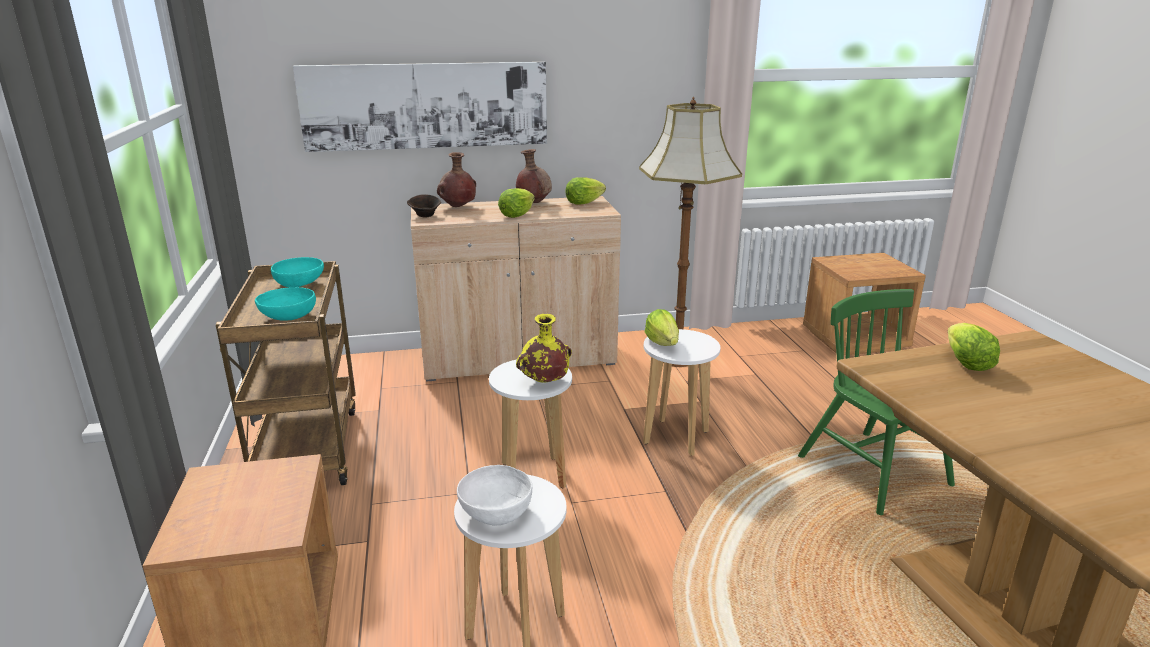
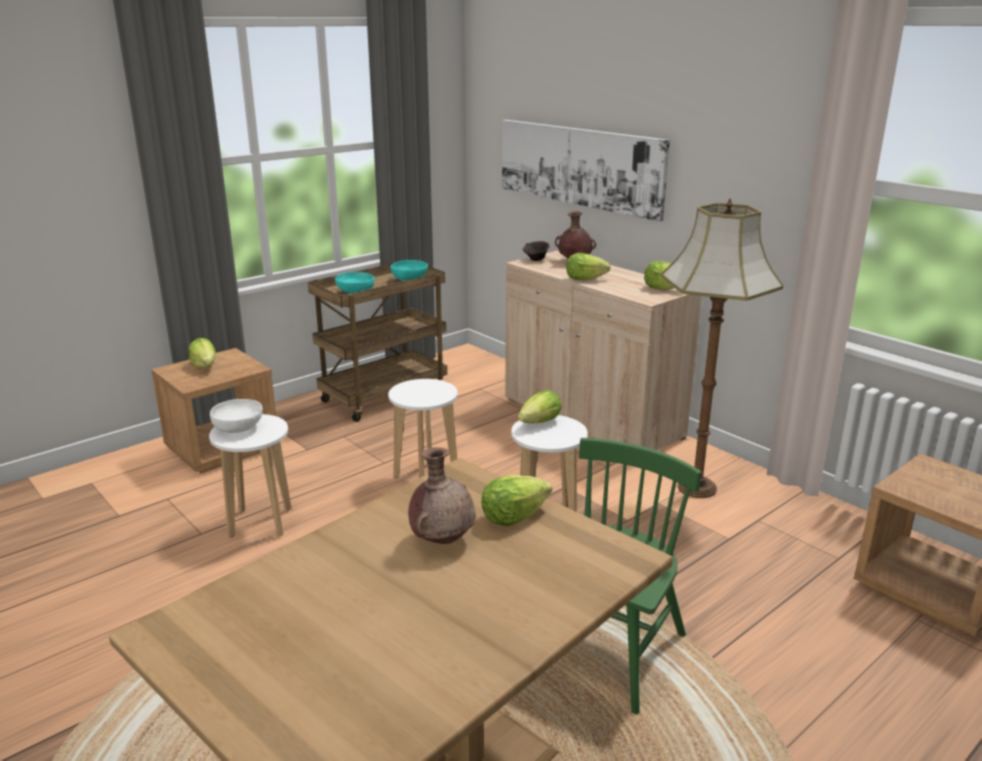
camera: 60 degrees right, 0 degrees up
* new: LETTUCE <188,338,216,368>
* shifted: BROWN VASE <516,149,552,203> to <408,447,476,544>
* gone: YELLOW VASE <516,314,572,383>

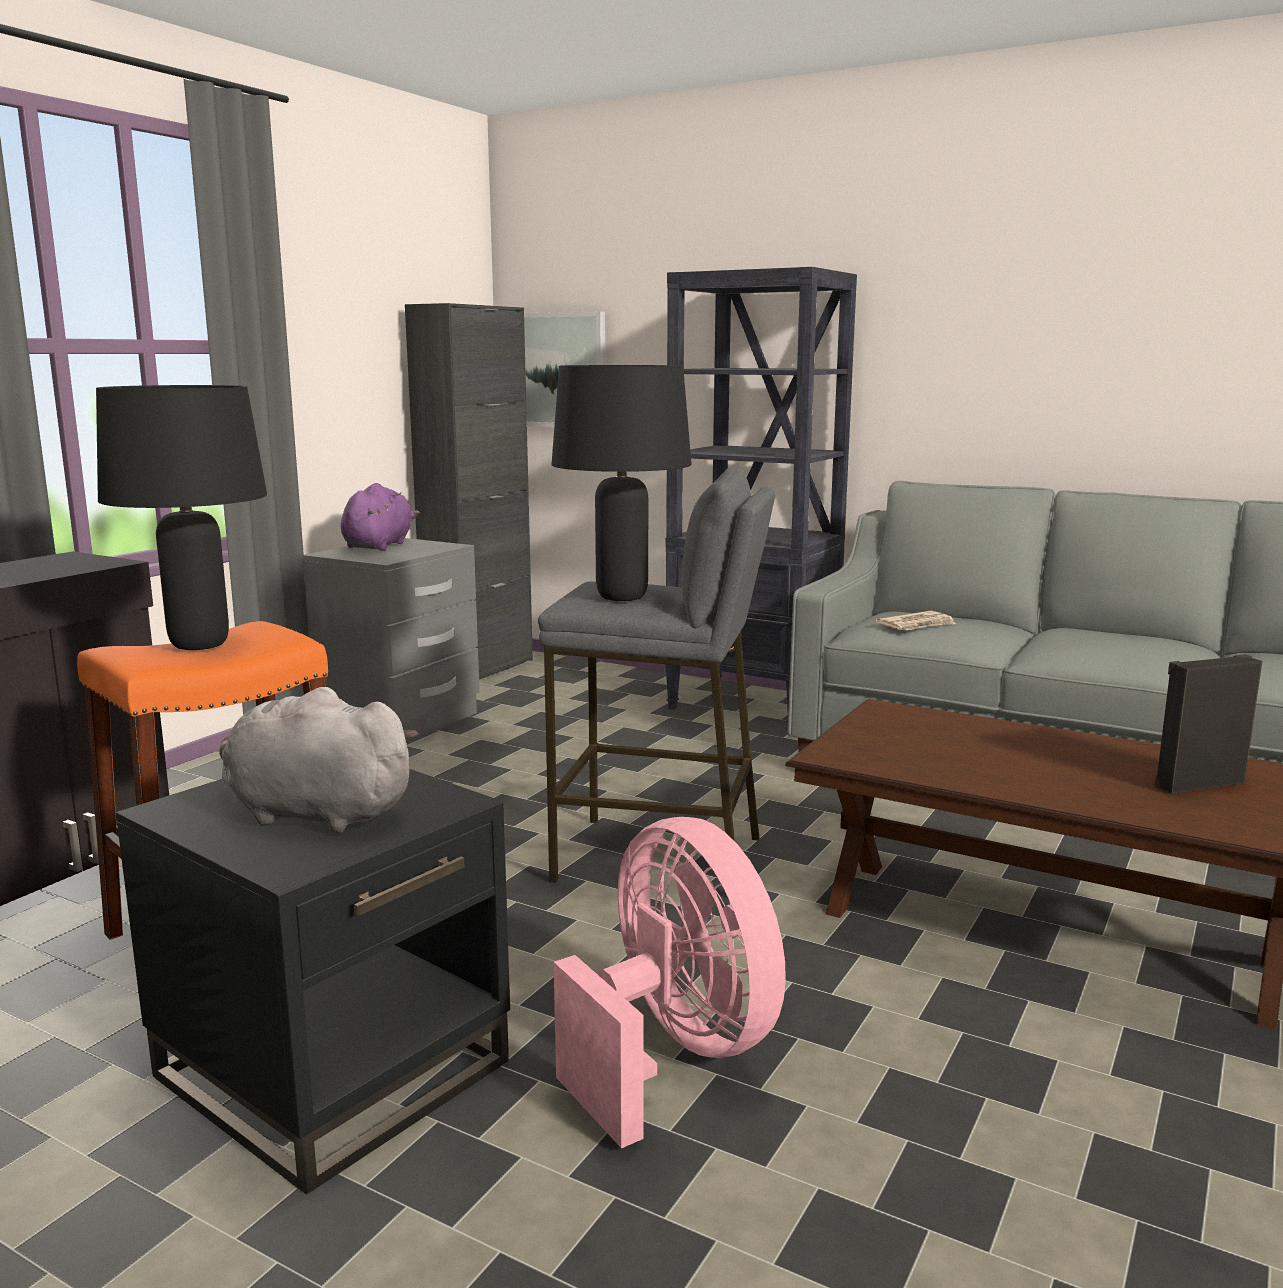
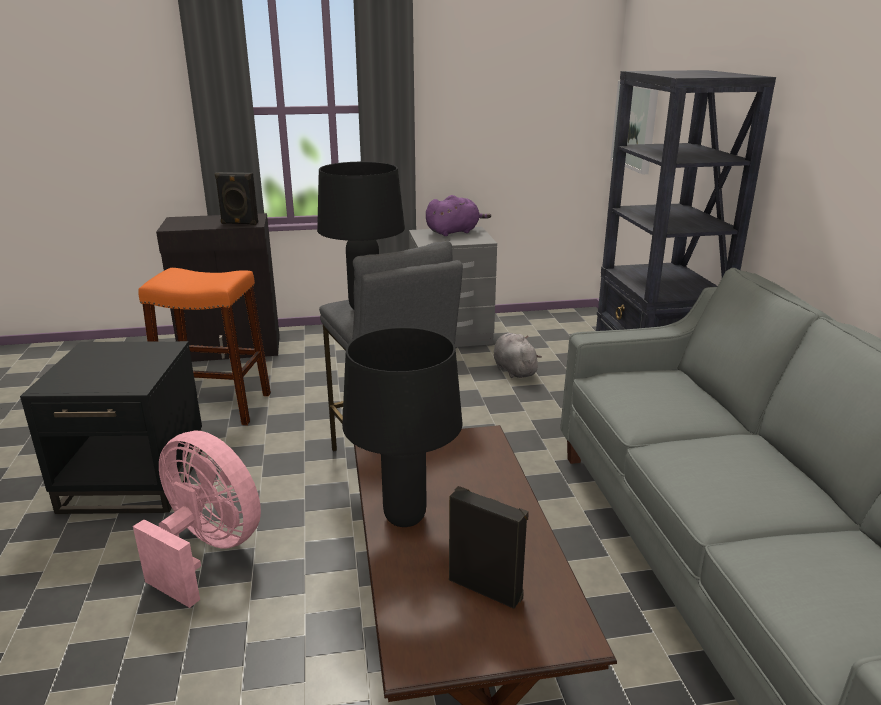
camera: 50 degrees right, 10 degrees up
* rotated: PINK FAN <554,817,786,1148> = <133,430,261,608> 75 degrees counterclockwise
* new: BLACK SPEAKER <215,172,258,225>
* shifted: BLACK TABLE LAMP <96,385,267,650> to <342,327,463,527>
* shifted: GREY PLUSH TOY <219,687,419,833> to <494,333,542,378>
* gone: BLACK CABINET <405,303,533,680>
* gone: NEWSPAPER <876,611,956,630>

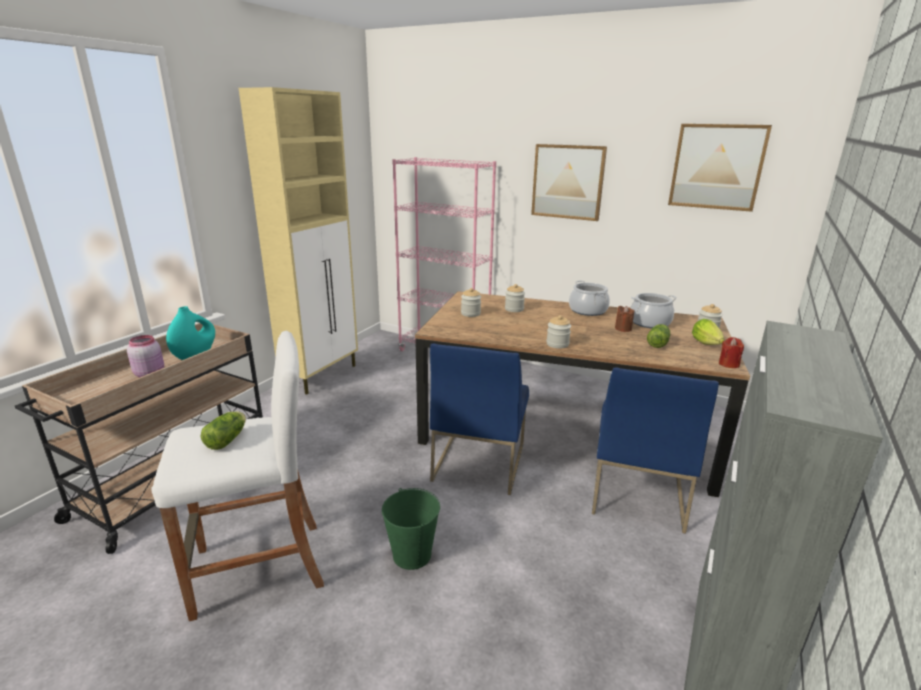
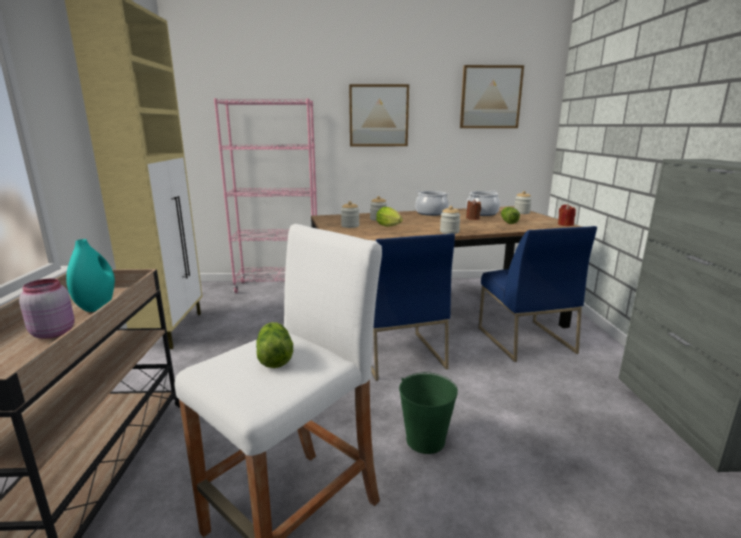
camera: 30 degrees left, 5 degrees down
* shifted: LETTUCE <692,319,725,345> to <376,207,403,227>

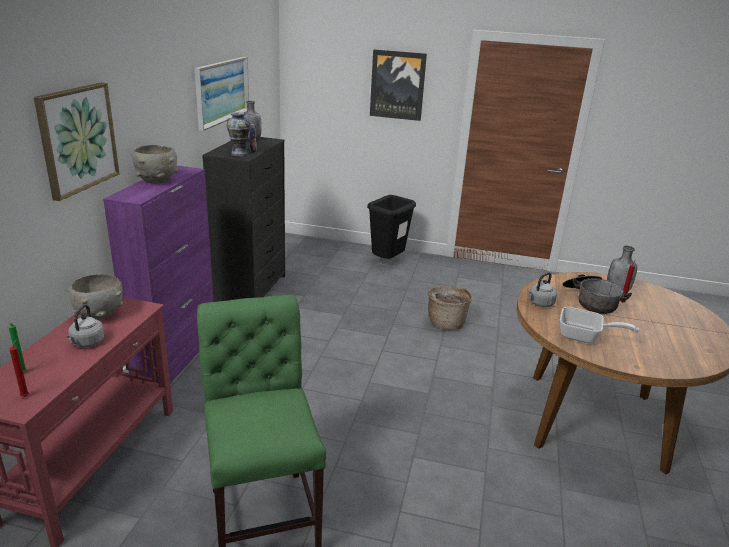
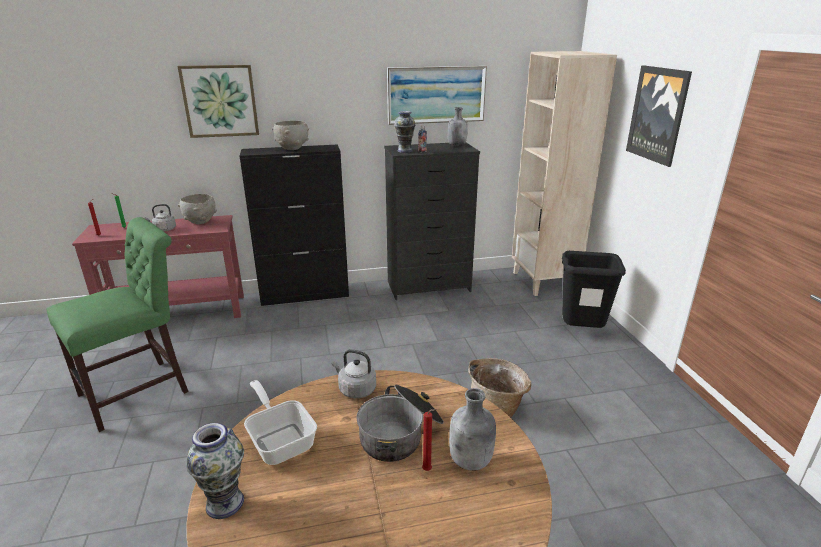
camera: 65 degrees right, 0 degrees up
* new: VASE <186,423,244,519>
* repainted: PURPLE CABINET <103,166,214,383> to BLACK CABINET <240,144,349,306>
* rotated: FRYING PAN <560,307,639,343> = <244,380,317,465> 150 degrees clockwise
* new: BEIGE BOOKCASE <512,51,617,296>

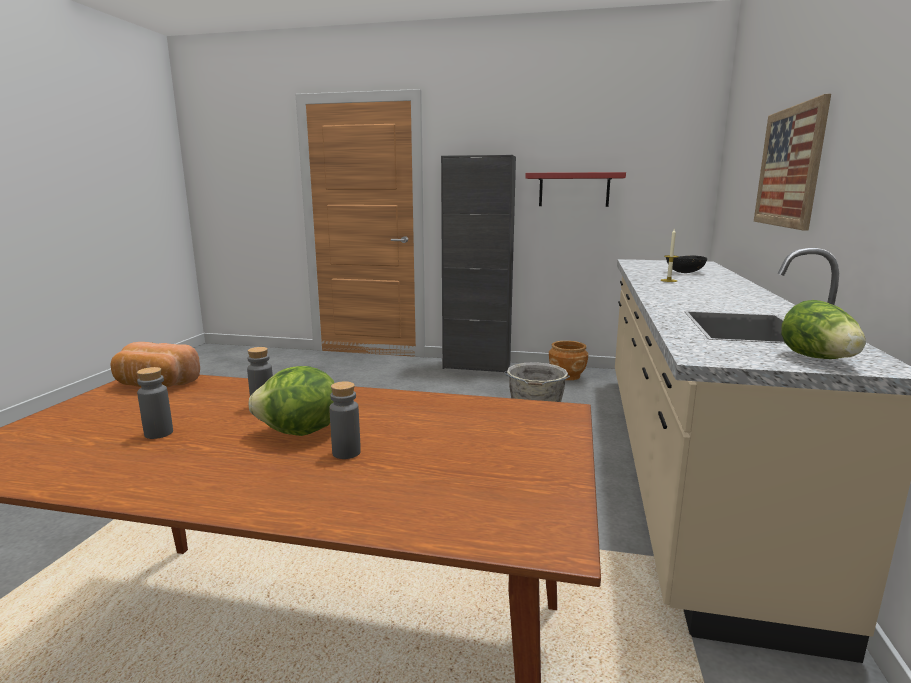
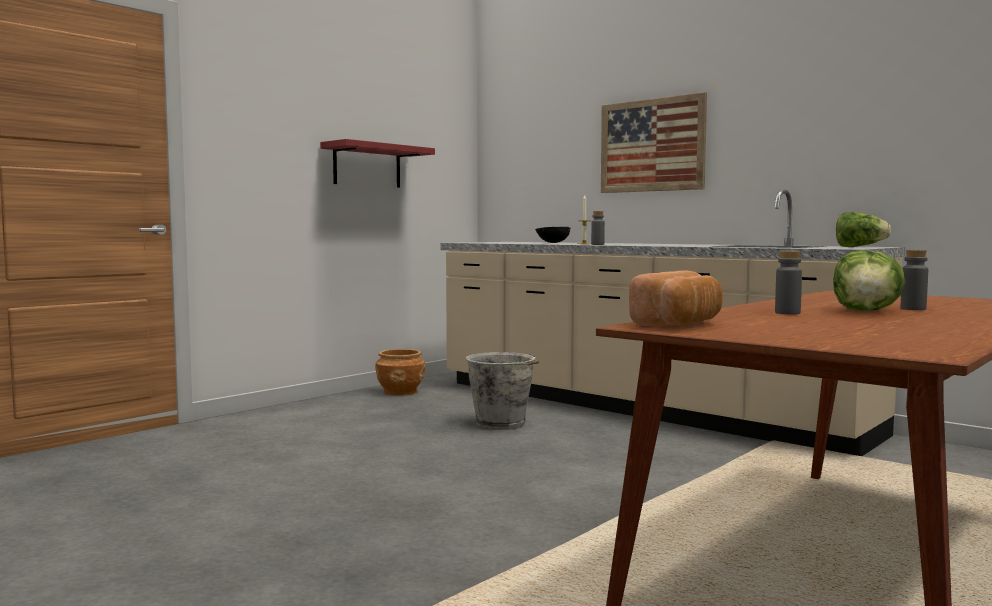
camera: 60 degrees left, 10 degrees down
* shifted: GREY BOTTLE <137,367,173,439> to <591,211,605,245>
* gone: BLACK CABINET <441,155,516,373>

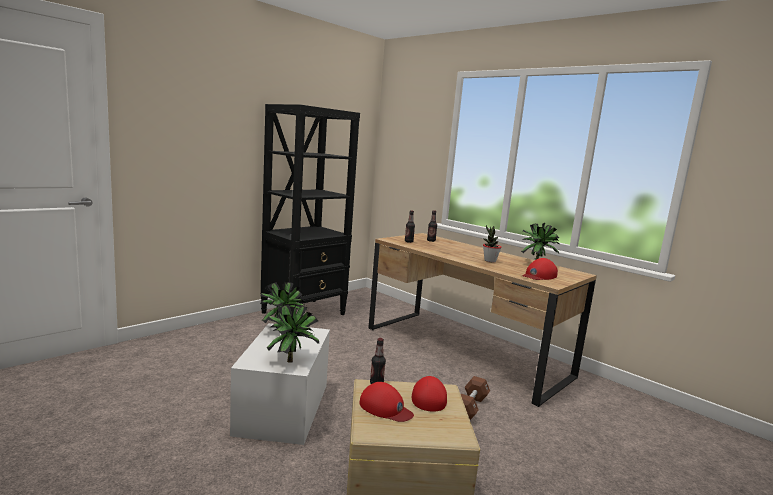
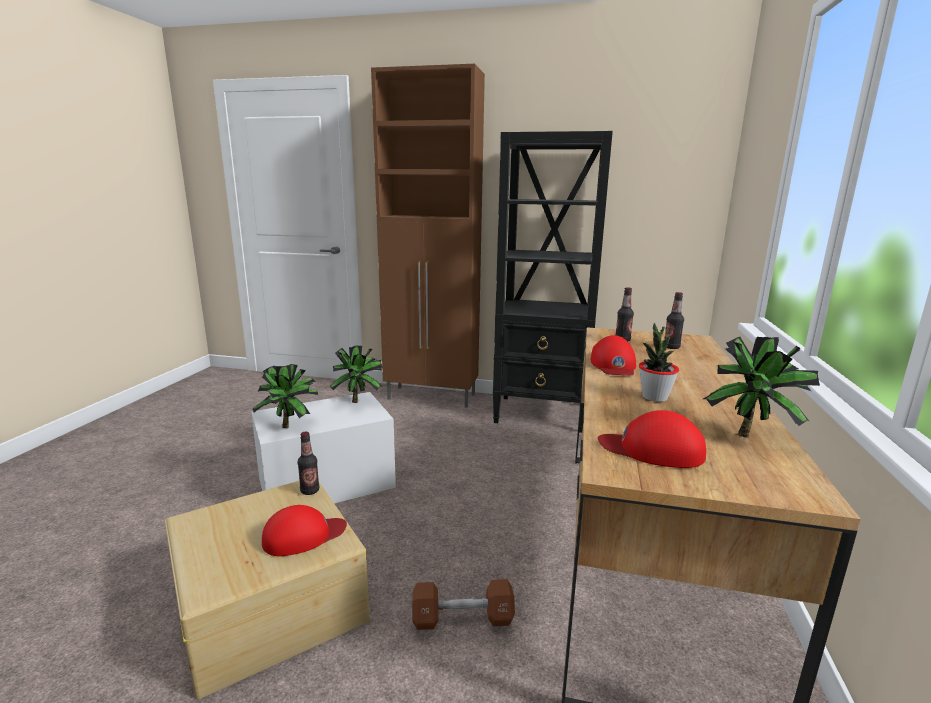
camera: 60 degrees right, 5 degrees up
* new: BROWN CABINET <371,64,485,408>
* shifted: RED CAP <359,382,414,422> to <591,335,636,375>

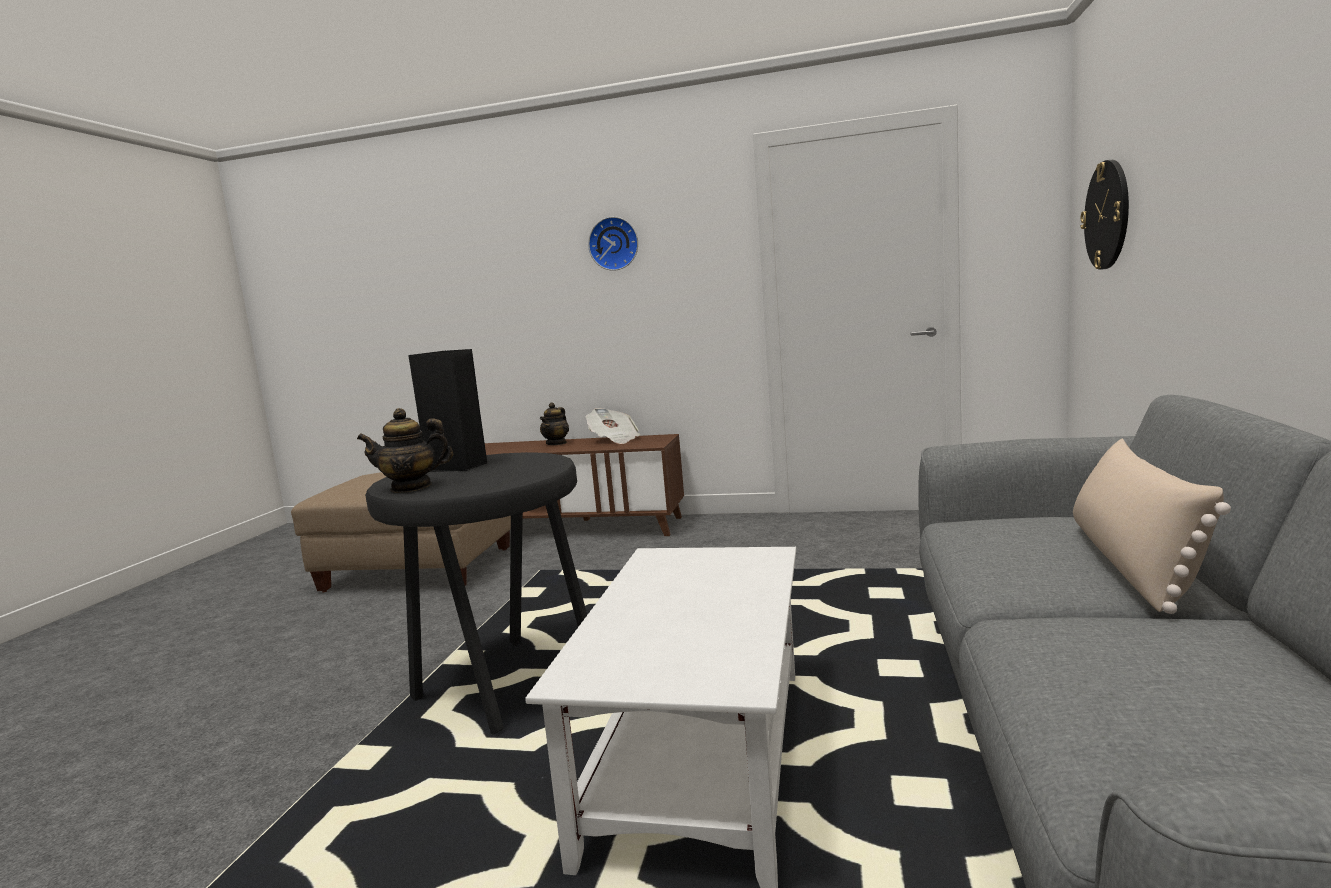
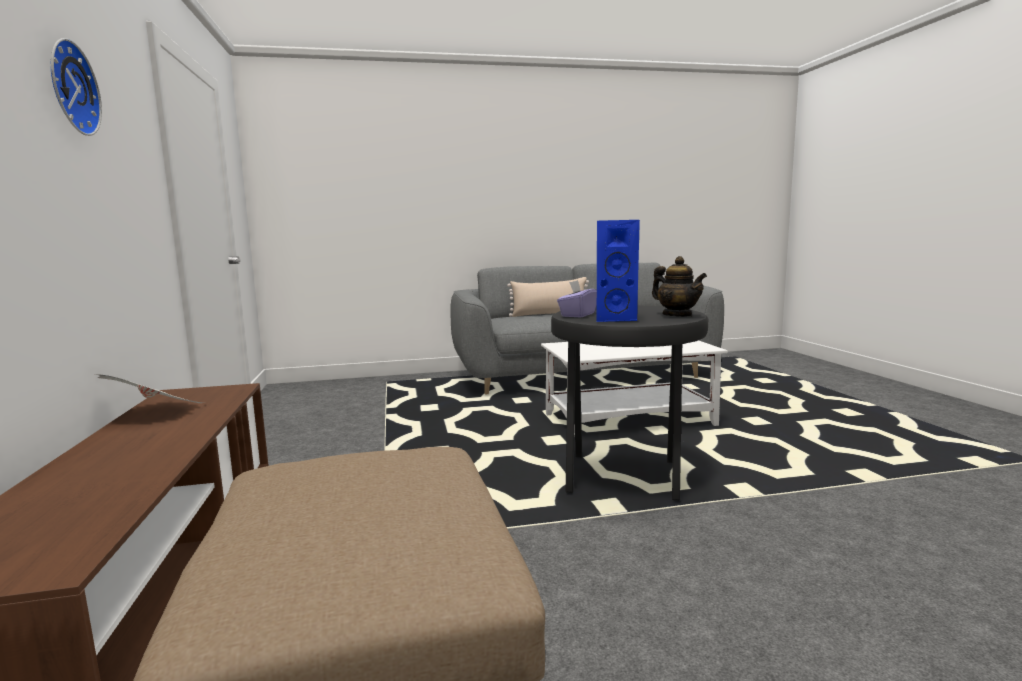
camera: 115 degrees left, 0 degrees up
* new: PURPLE TISSUE BOX <557,280,597,318>
* repainted: BLACK SPEAKER <408,349,487,472> to BLUE SPEAKER <596,220,640,322>
* gone: TEAPOT <540,402,569,445>
* gone: WALL CLOCK <1080,160,1129,270>

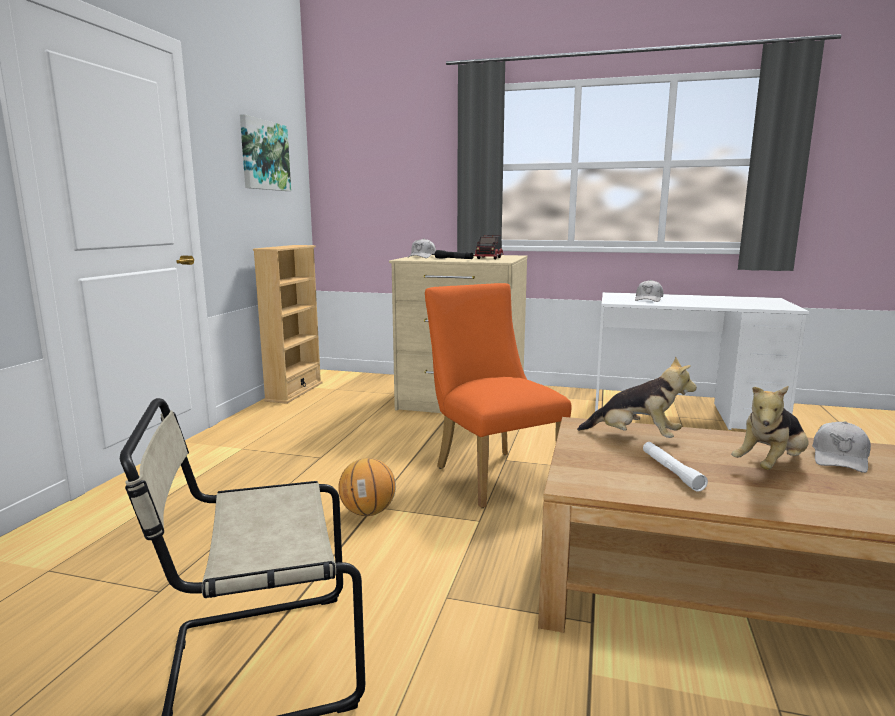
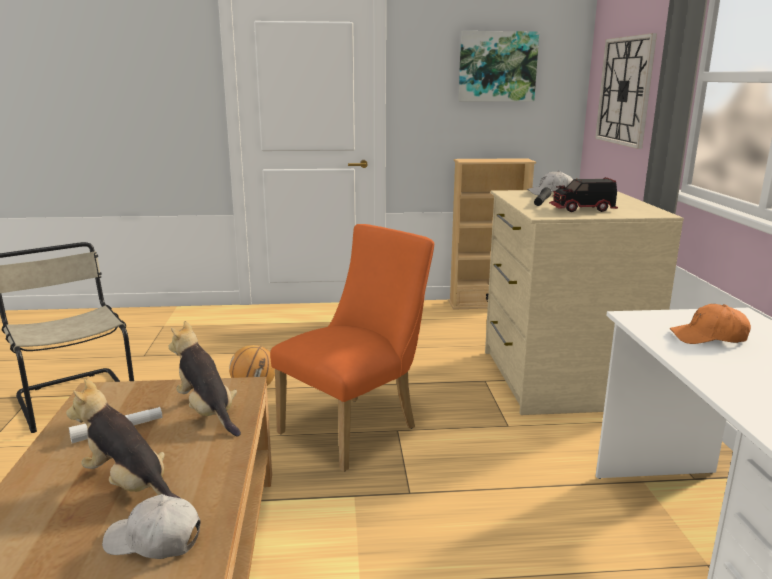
camera: 70 degrees right, 5 degrees up
* rotated: PLUSH TOY <577,357,697,438> = <169,321,241,436> 135 degrees clockwise
* new: WALL CLOCK <595,33,657,149>
* repainted: WHITE CAP <635,280,664,302> to ORANGE CAP <670,304,751,344>

